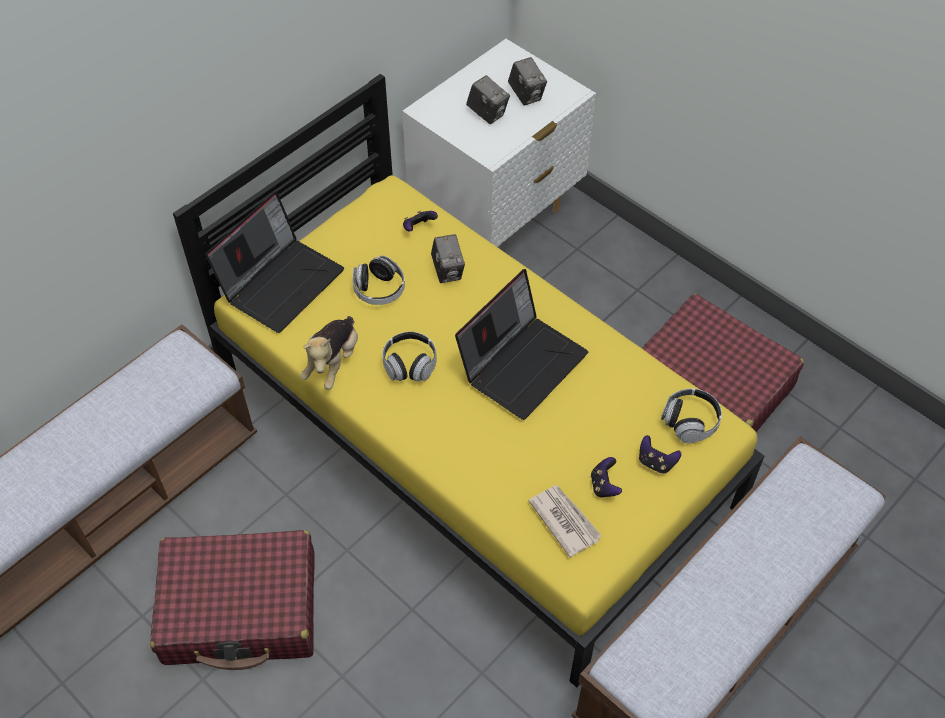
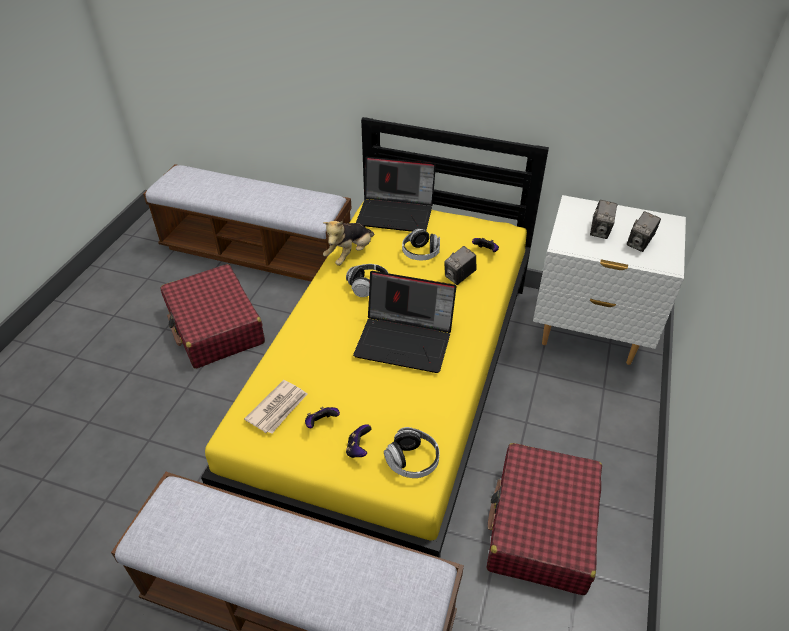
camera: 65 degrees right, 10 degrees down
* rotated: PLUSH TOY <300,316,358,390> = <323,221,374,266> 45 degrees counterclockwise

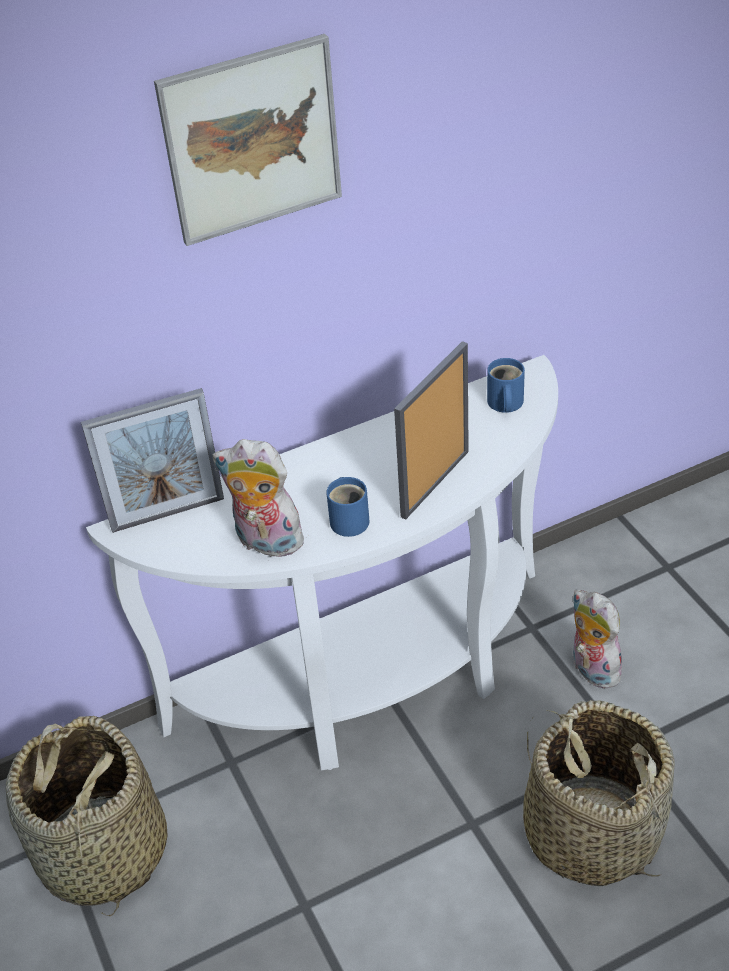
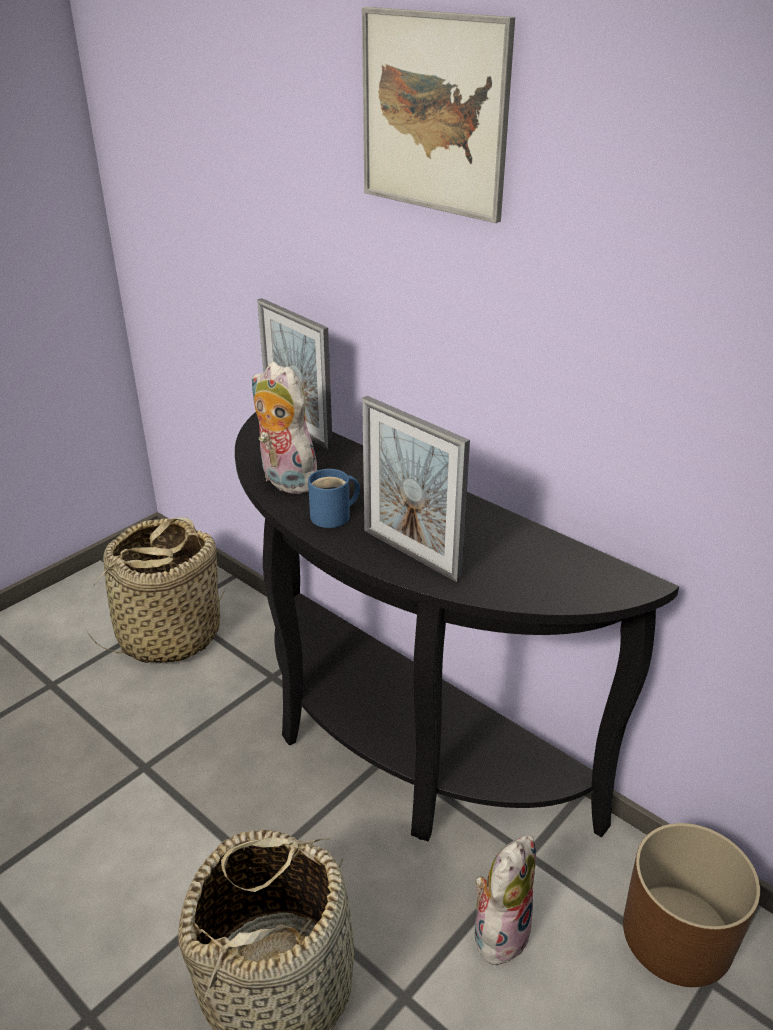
camera: 65 degrees right, 10 degrees down
* repainted: WHITE CONSOLE TABLE <86,355,558,770> to BLACK CONSOLE TABLE <235,412,679,841>
* rotated: PLUSH TOY <213,439,308,557> = <252,362,317,494> 45 degrees counterclockwise
* rotated: PICTURE FRAME <394,341,469,520> = <362,396,470,582> 150 degrees counterclockwise
* new: BROWN PLANTER <623,823,760,987>
* gone: BLUE MUG <487,358,525,413>

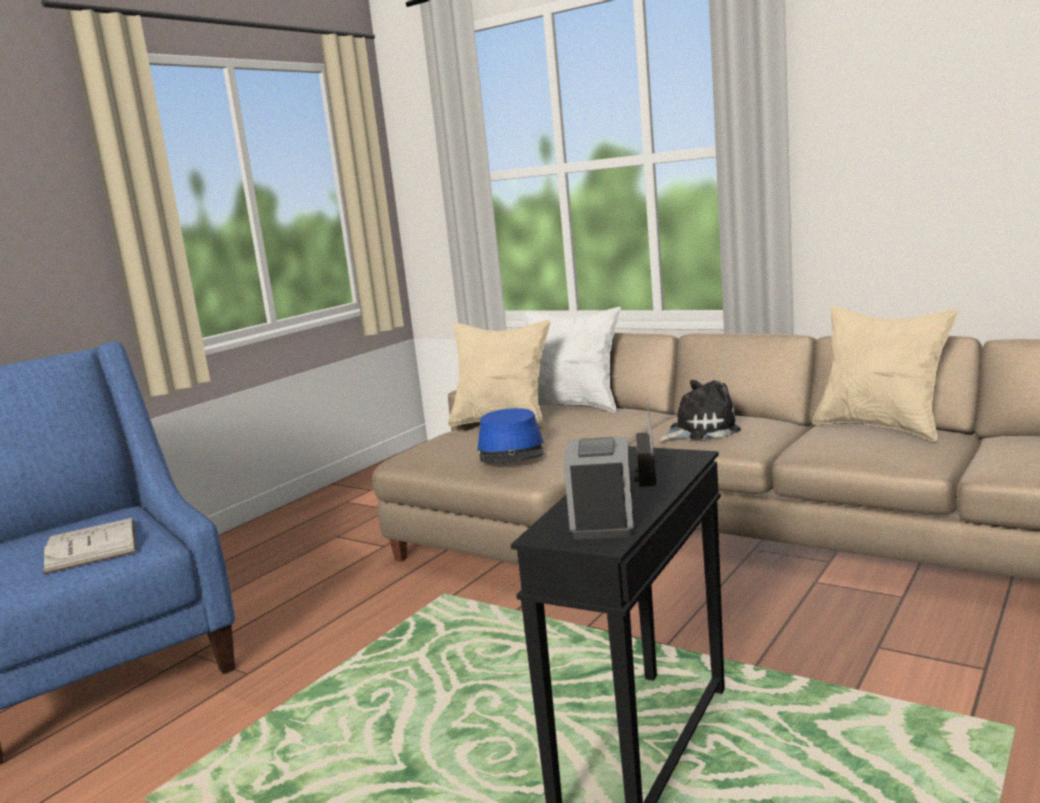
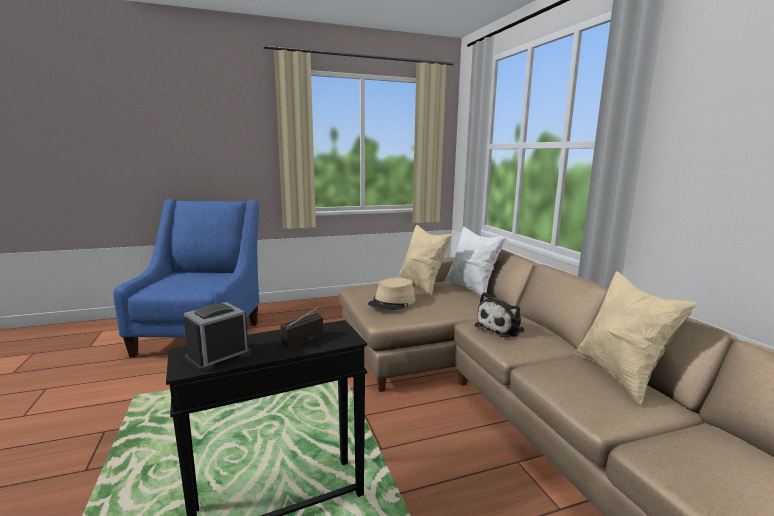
camera: 35 degrees right, 0 degrees up
* repainted: BLUE HAT <477,408,544,463> to BEIGE HAT <368,278,415,310>
* rotated: PLUSH TOY <659,380,741,441> = <475,292,525,338> 120 degrees clockwise
* gone: WHITE BOOK <43,518,136,574>

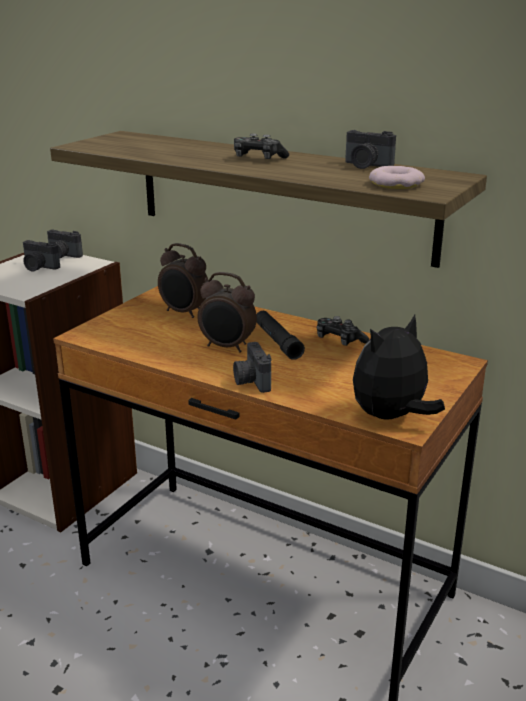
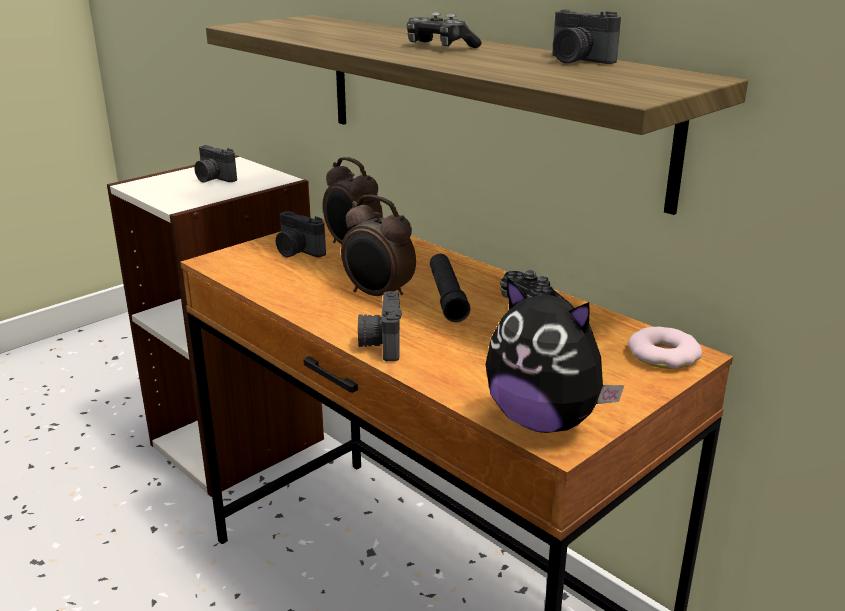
camera: 15 degrees right, 0 degrees up
* shifted: PHOTO CAMERA <47,229,83,259> to <276,211,326,258>
* rotated: PLUSH TOY <353,315,445,420> = <486,277,624,433> 120 degrees counterclockwise
* shifted: DONUT <369,166,425,189> to <628,327,702,369>

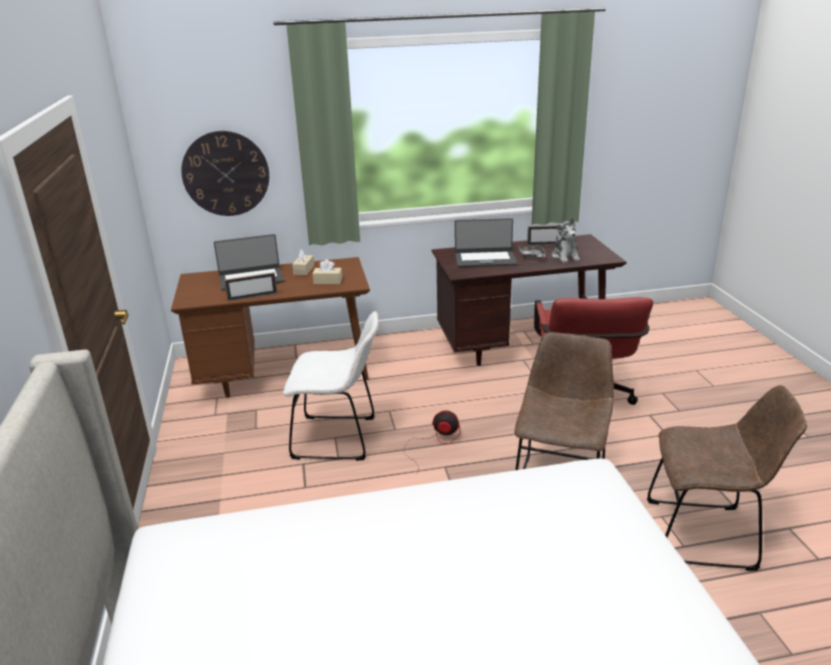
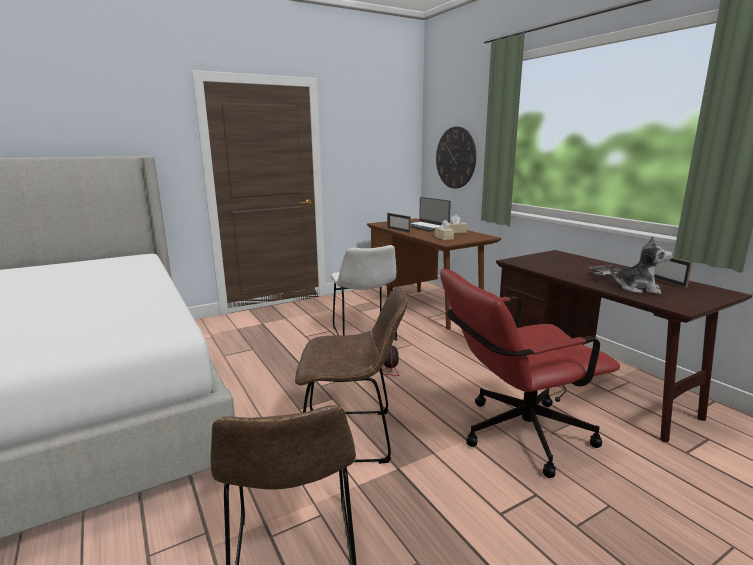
camera: 70 degrees right, 10 degrees down
* rotated: PLUSH TOY <552,218,580,263> = <610,236,673,294> 120 degrees counterclockwise
* gone: LAPTOP <455,218,517,267>

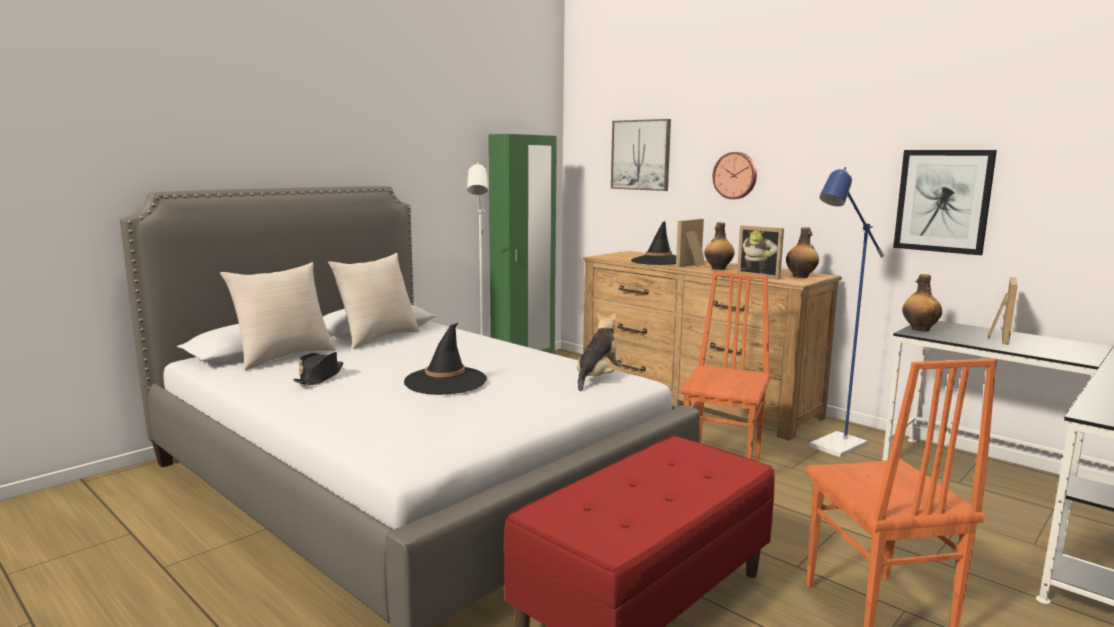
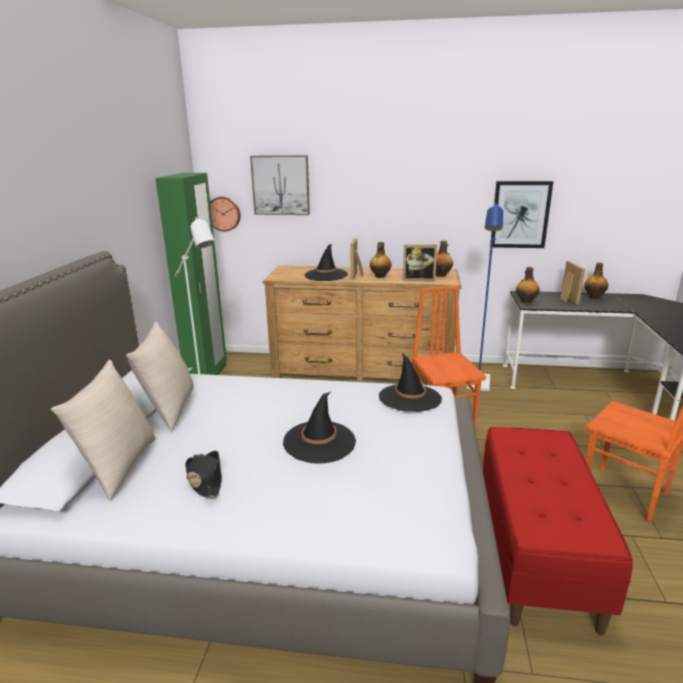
camera: 35 degrees left, 10 degrees up
* shifted: WALL CLOCK <713,152,757,199> to <210,197,241,232>
* swapped: PLUSH TOY <577,312,622,391> to BLACK HAT <379,353,442,412>
* new: BOTTLE <584,263,608,299>

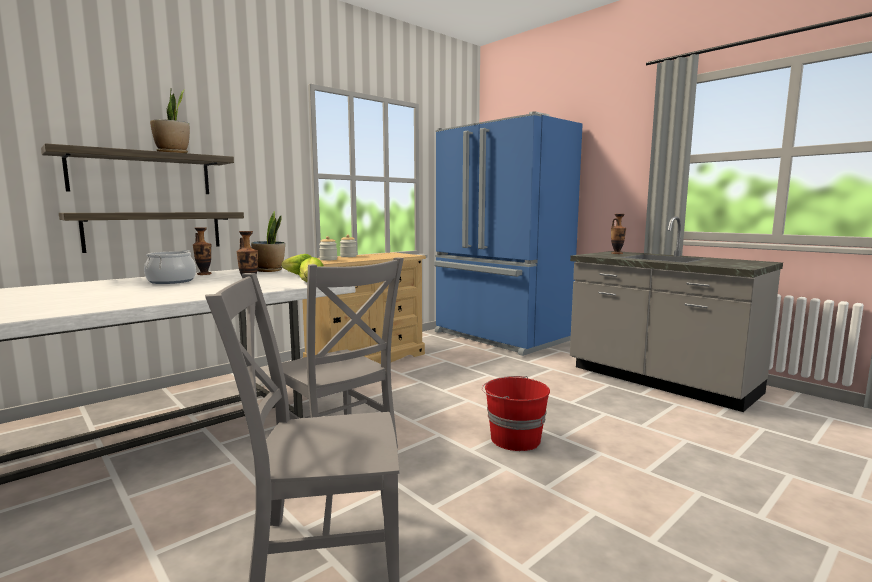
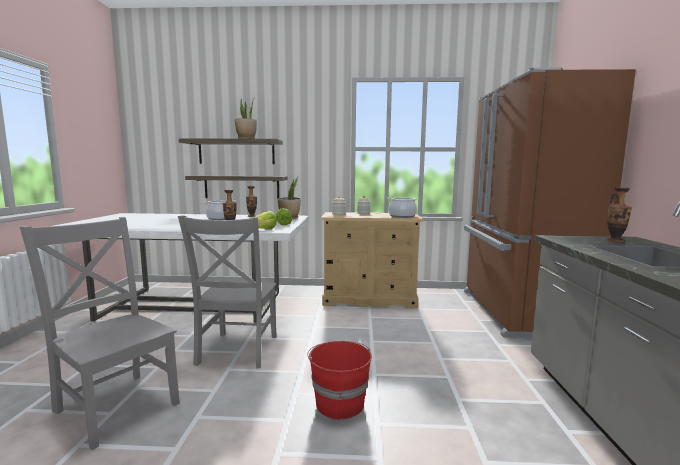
camera: 45 degrees right, 0 degrees up
* new: COOKING POT <388,197,419,218>
* repainted: BLUE FRIDGE <434,111,583,356> to BROWN FRIDGE <464,67,636,338>

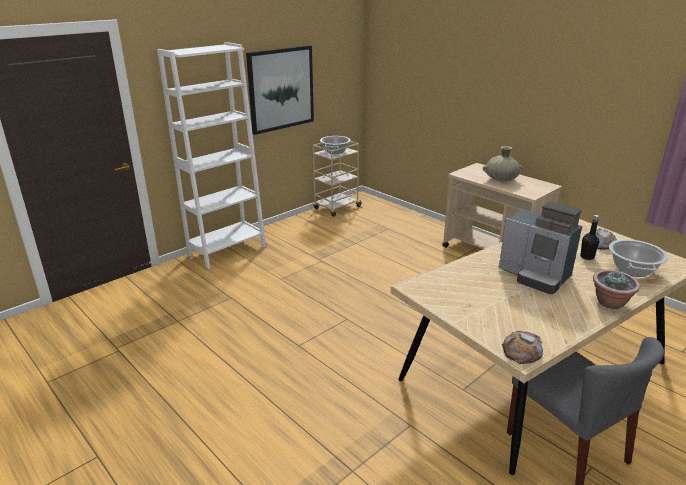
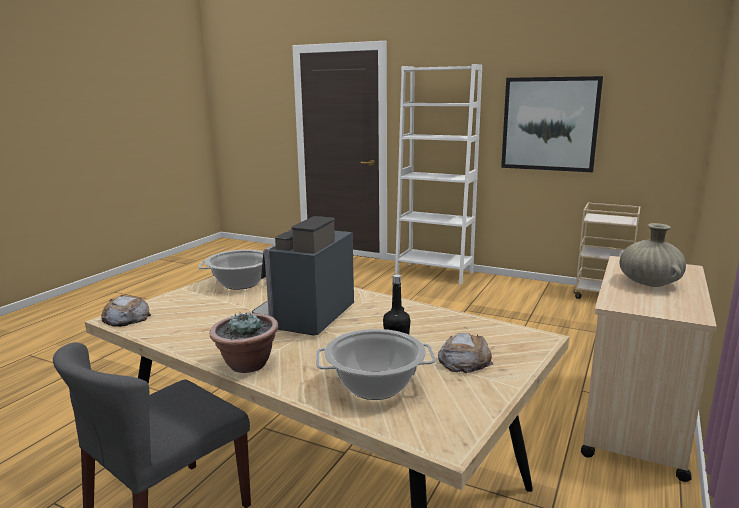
camera: 70 degrees right, 10 degrees down
* shifted: COOKING POT <320,136,351,154> to <198,250,264,290>

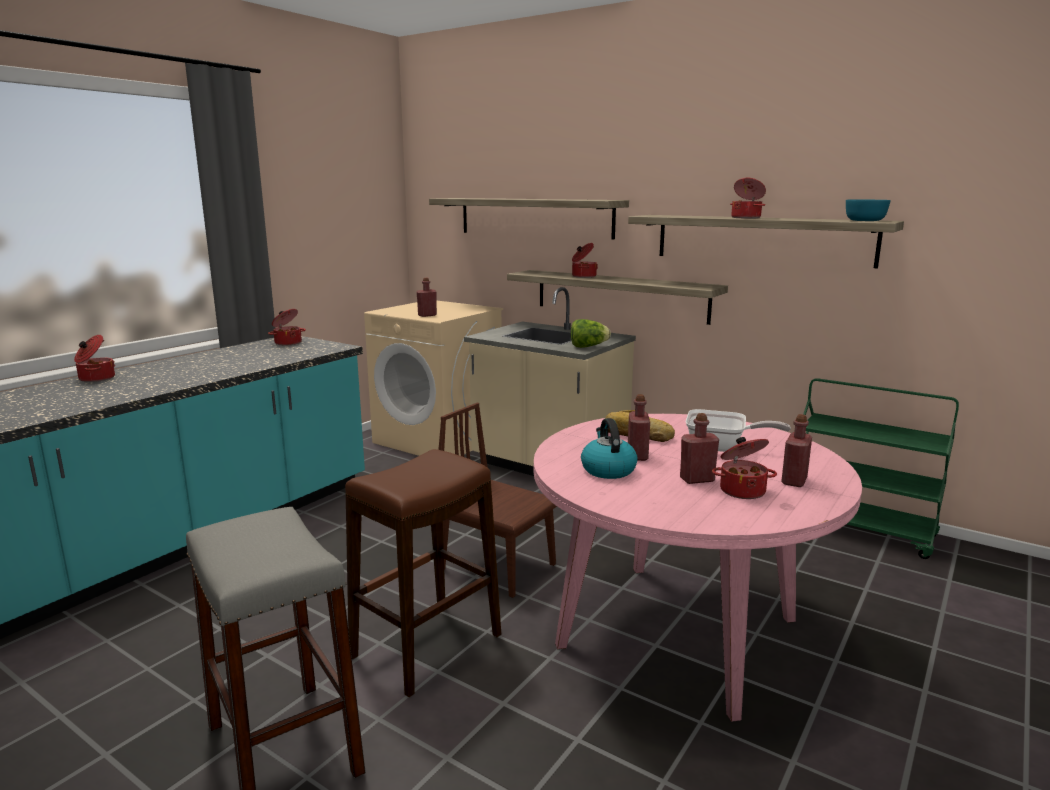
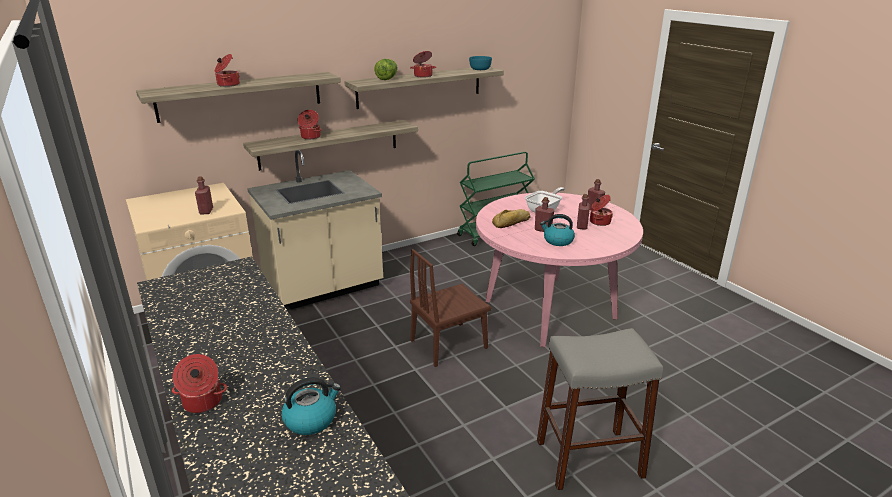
camera: 65 degrees left, 10 degrees up
* shifted: COOKING POT <268,309,306,346> to <215,54,240,87>
* new: KETTLE <281,377,341,435>
* shifted: LETTUCE <571,319,611,348> to <374,59,398,80>
* gone: BROWN STOOL <345,449,501,697>

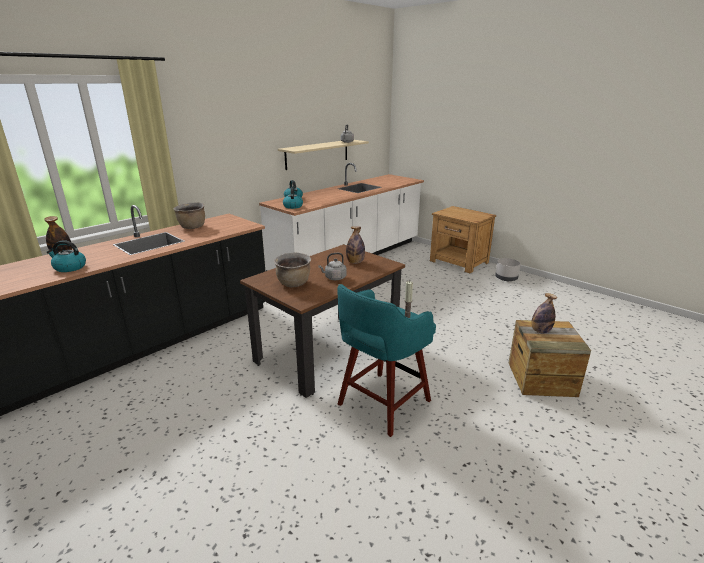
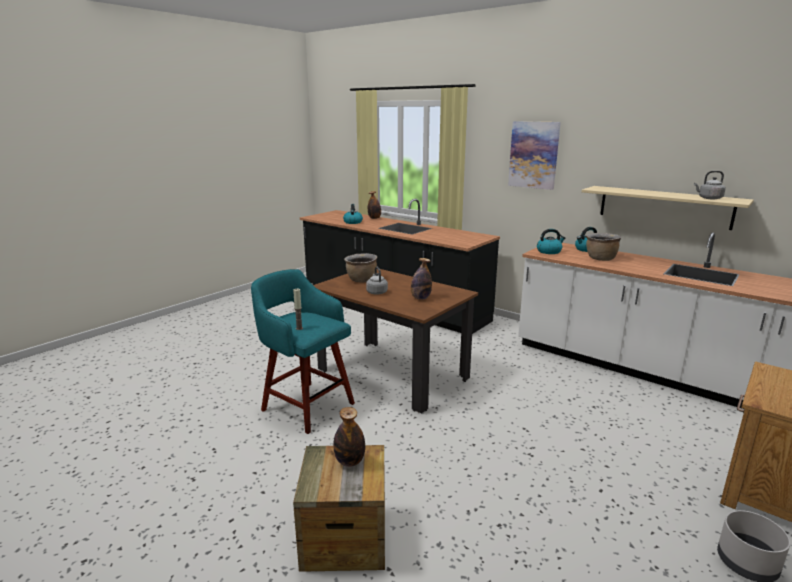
camera: 85 degrees right, 5 degrees down
* new: PICTURE <508,121,561,190>
* shifted: BROWN COOKING POT <173,203,205,229> to <586,233,622,261>

